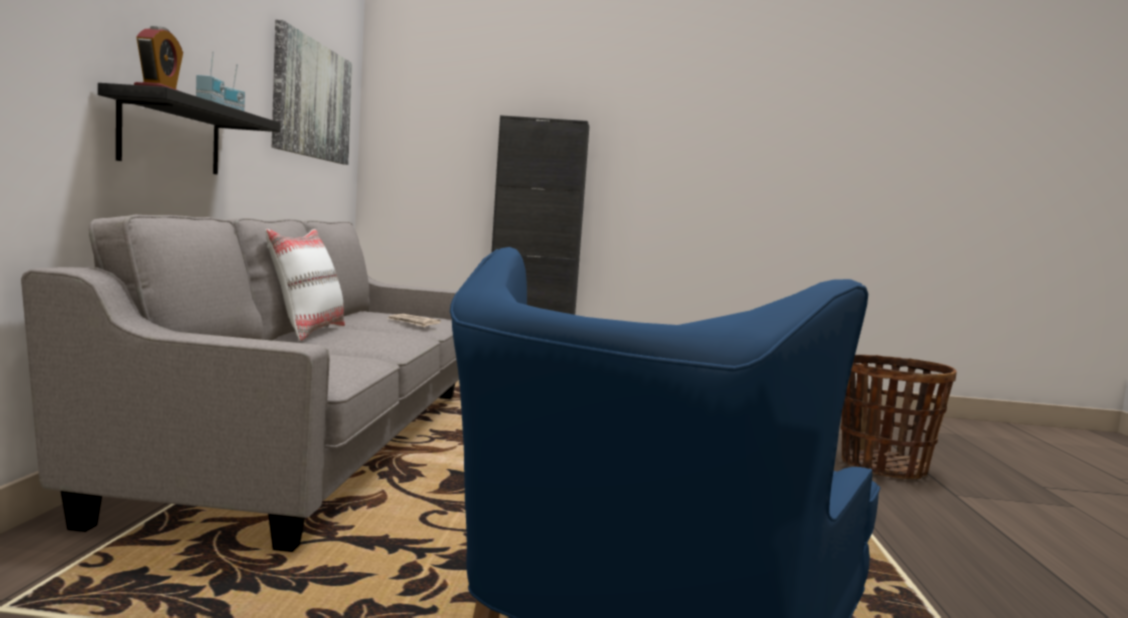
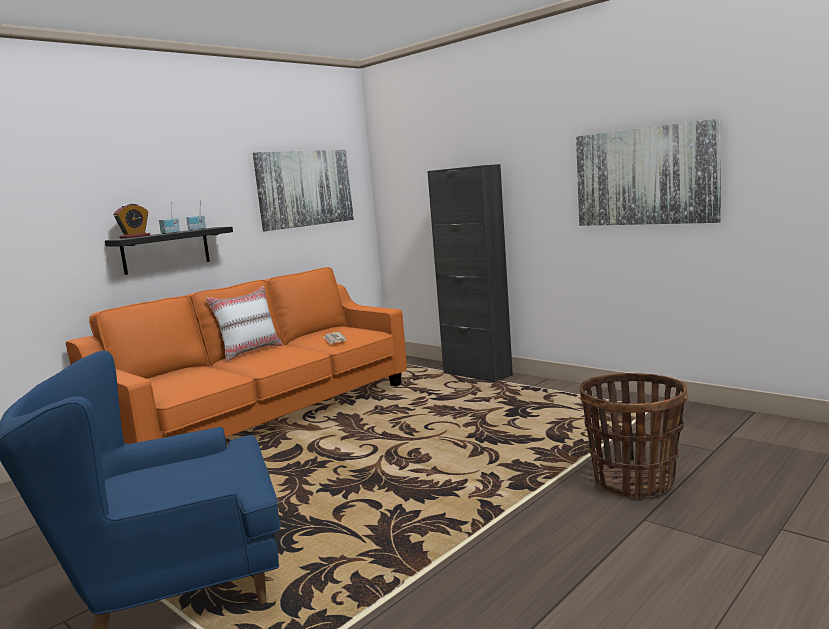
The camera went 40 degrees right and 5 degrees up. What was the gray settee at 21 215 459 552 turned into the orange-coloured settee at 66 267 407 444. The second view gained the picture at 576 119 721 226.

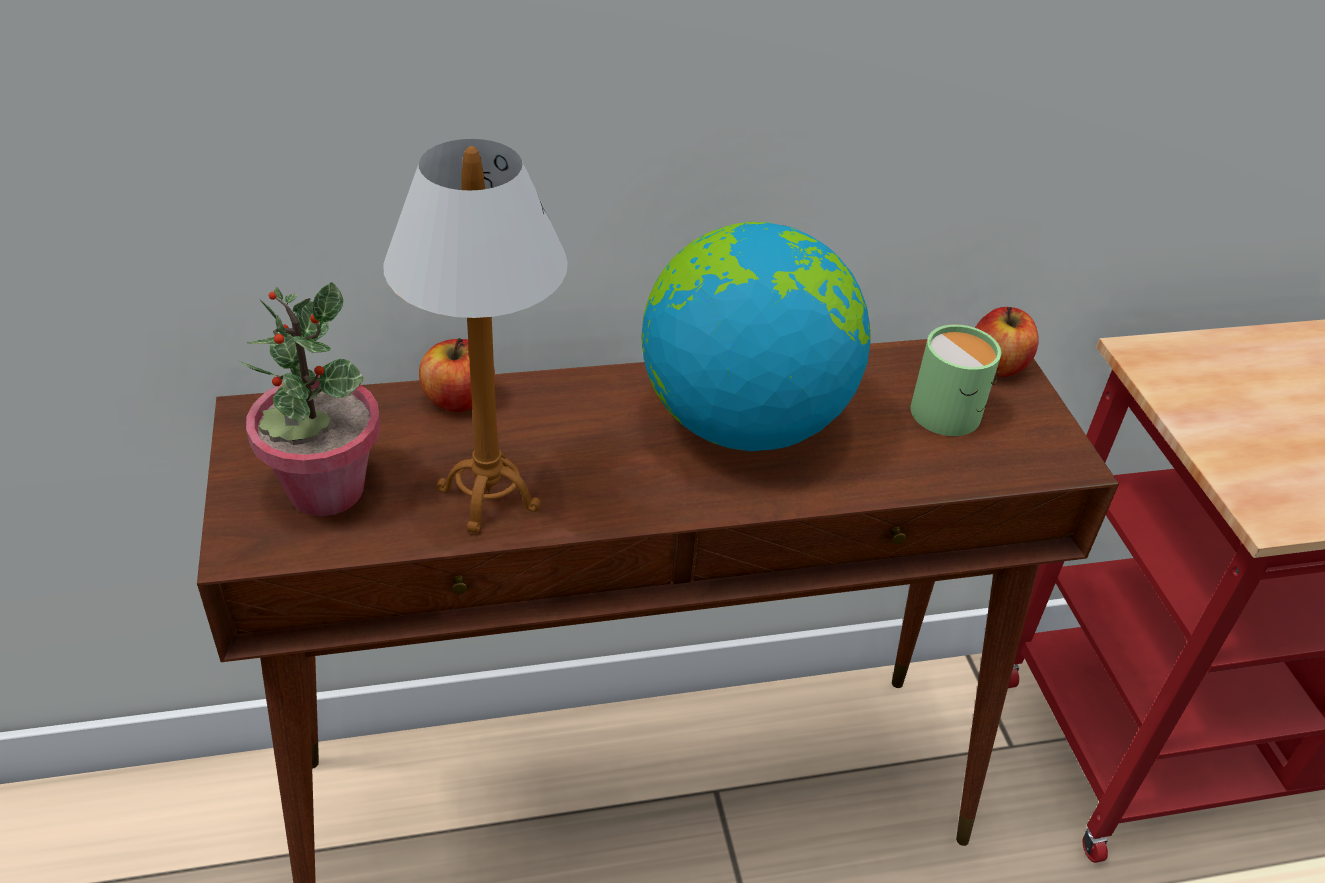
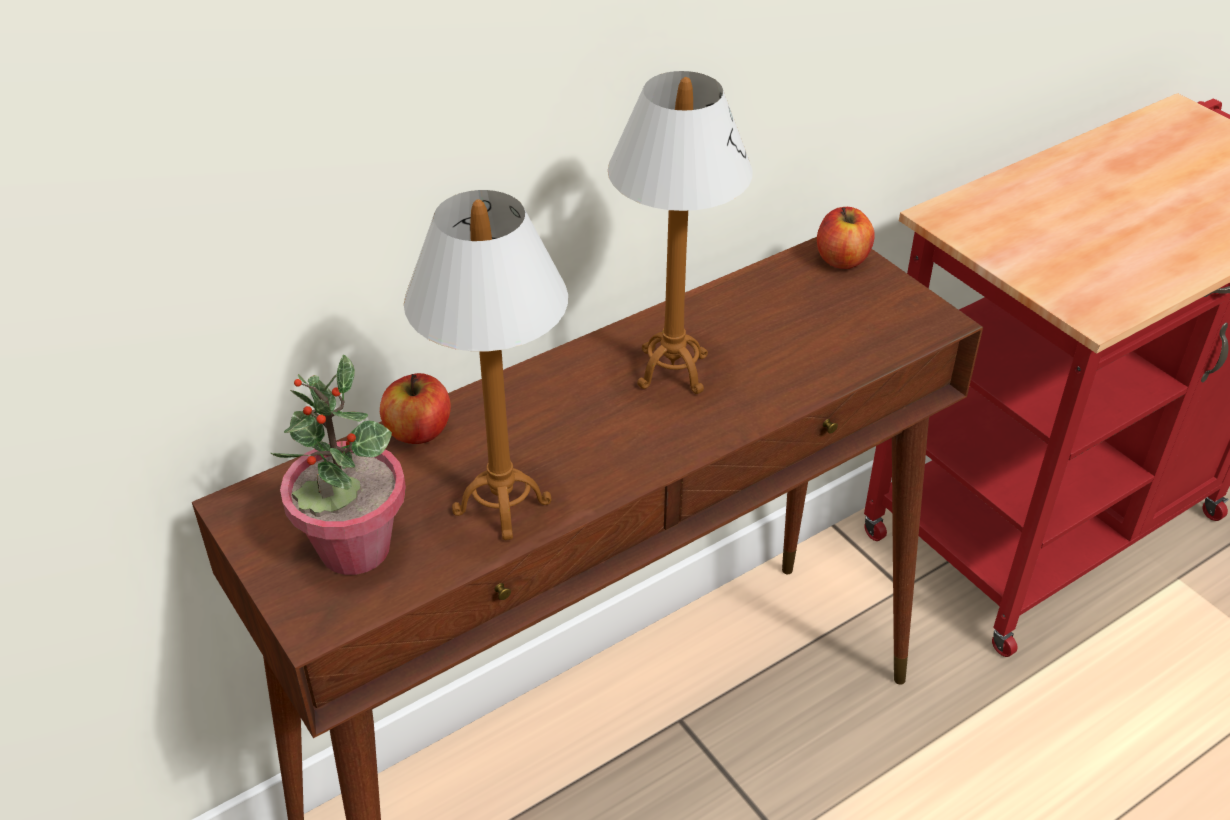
The camera went 20 degrees left and 0 degrees up. Where the world globe stood at 641 222 871 451, the tabletop lamp came to stand at 608 71 753 394. The second view lost the green tea mug at 911 324 1001 436.

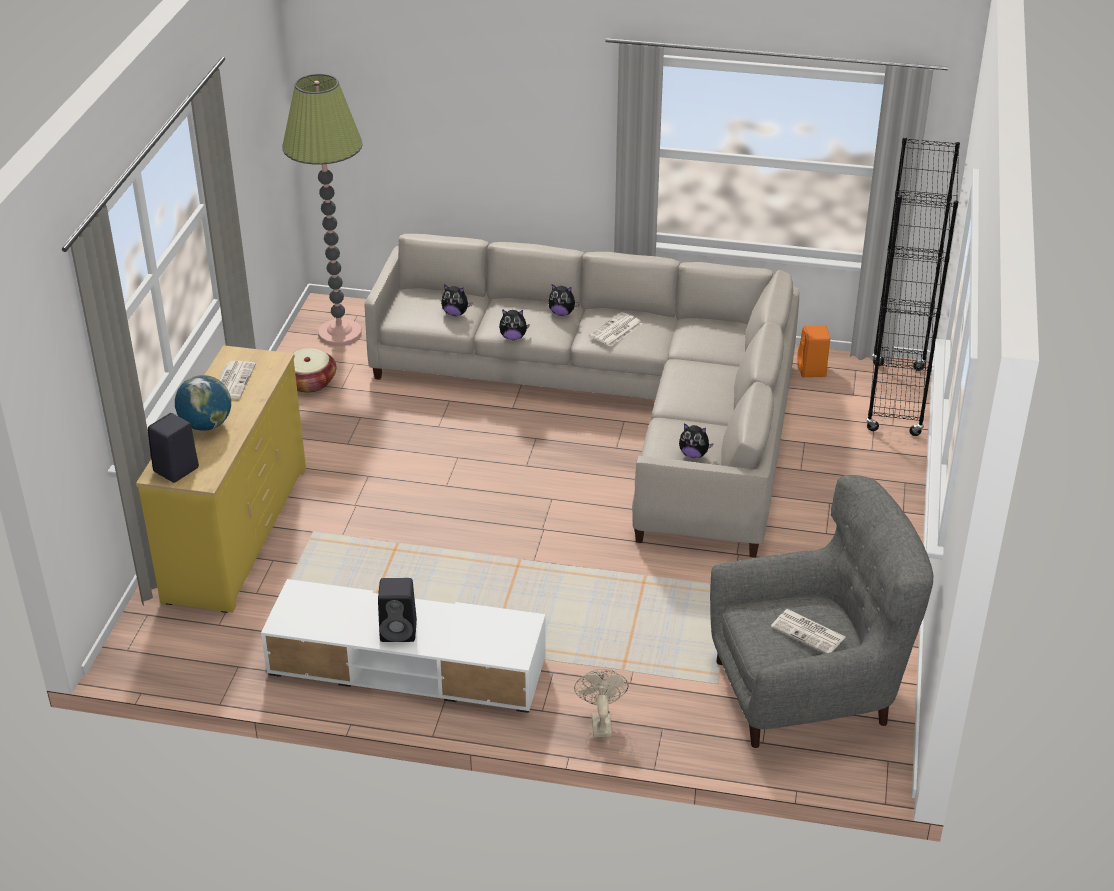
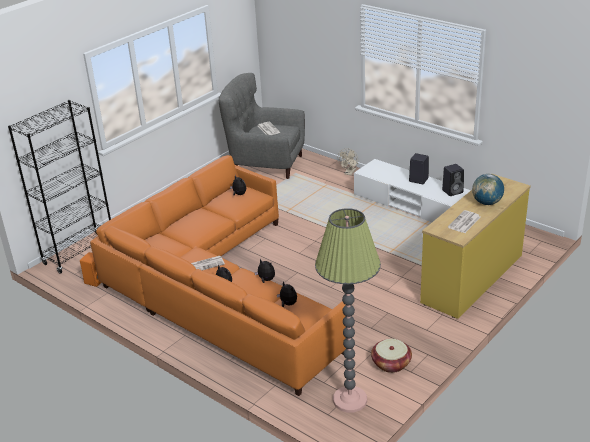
The camera went 150 degrees left and 5 degrees down. The black-coloured audio speaker ended up elsewhere, having gone from 148 413 199 483 to 442 164 464 196. What was the sand-coloured settee at 364 234 799 558 turned into the orange-coloured settee at 90 155 346 396.

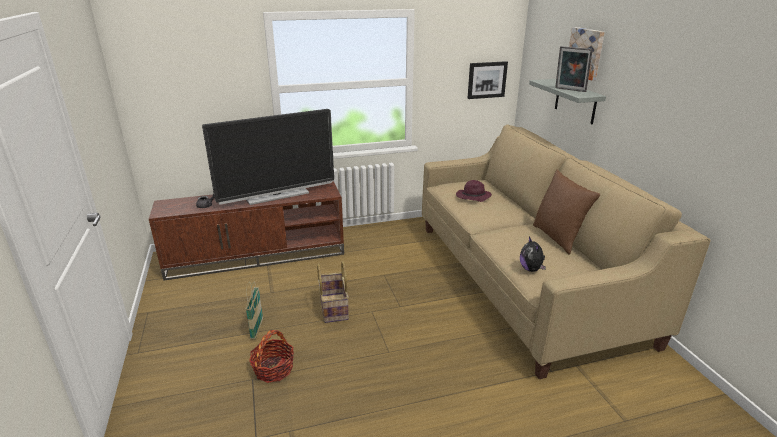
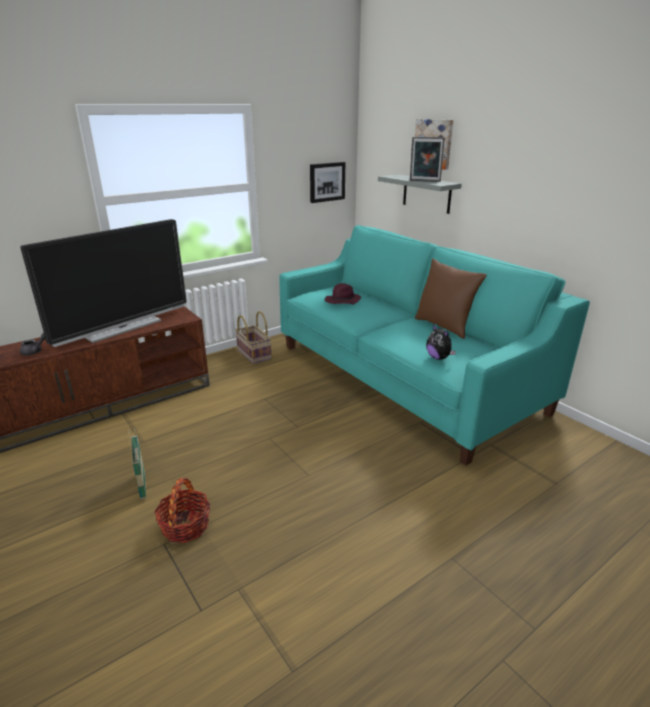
The camera went 20 degrees left and 0 degrees up. The basket ended up elsewhere, having gone from 317 261 349 323 to 235 311 272 364. What was the sand-coloured settee at 422 124 710 379 turned into the blue-green settee at 279 225 590 466.

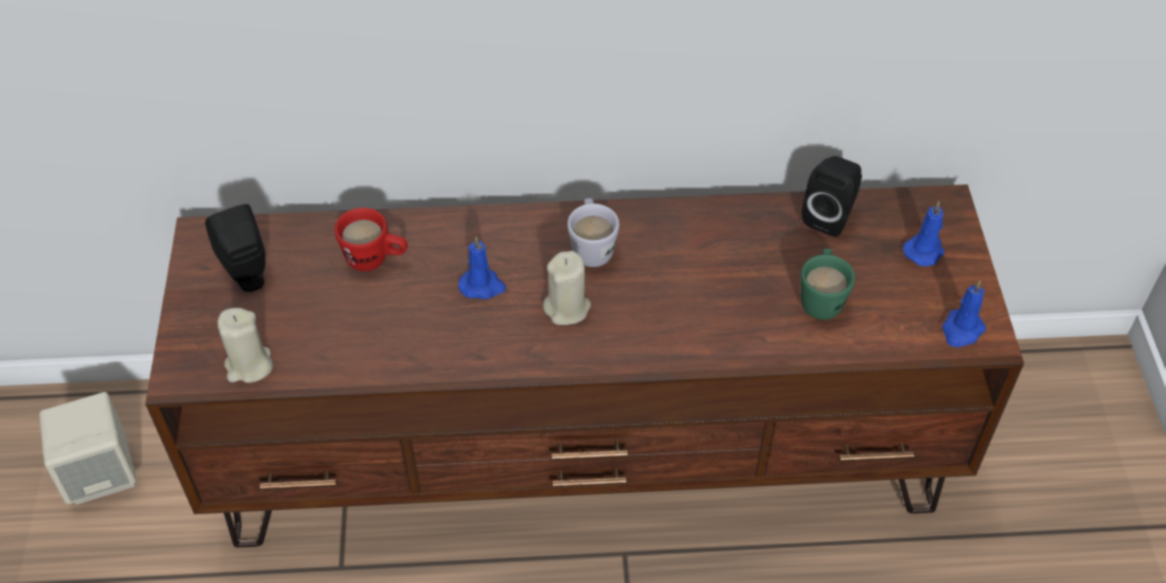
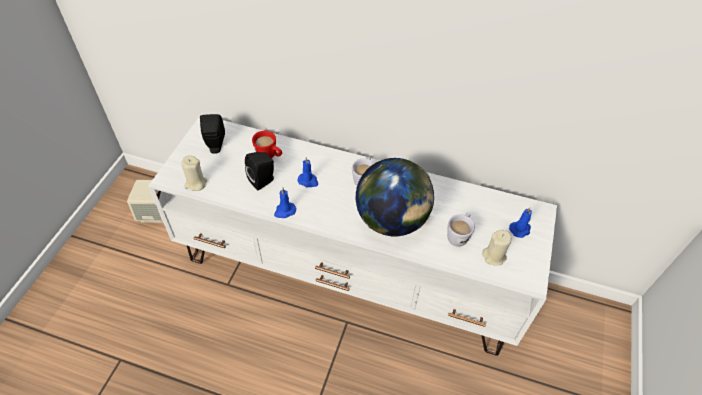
The camera went 20 degrees right and 0 degrees up. What was the brownish tv unit at 145 184 1024 548 turned into the white-coloured tv unit at 148 115 557 356. The sand-coloured wax candle ended up elsewhere, having gone from 543 251 591 325 to 482 230 512 266. What was the green tea mug at 801 248 855 320 turned into the white-coloured tea mug at 447 213 475 247. The black-coloured audio speaker ended up elsewhere, having gone from 802 156 862 237 to 245 152 274 191. The bluish wax candle ended up elsewhere, having gone from 942 280 986 347 to 274 188 296 218. The second view gained the world globe at 356 158 434 236.

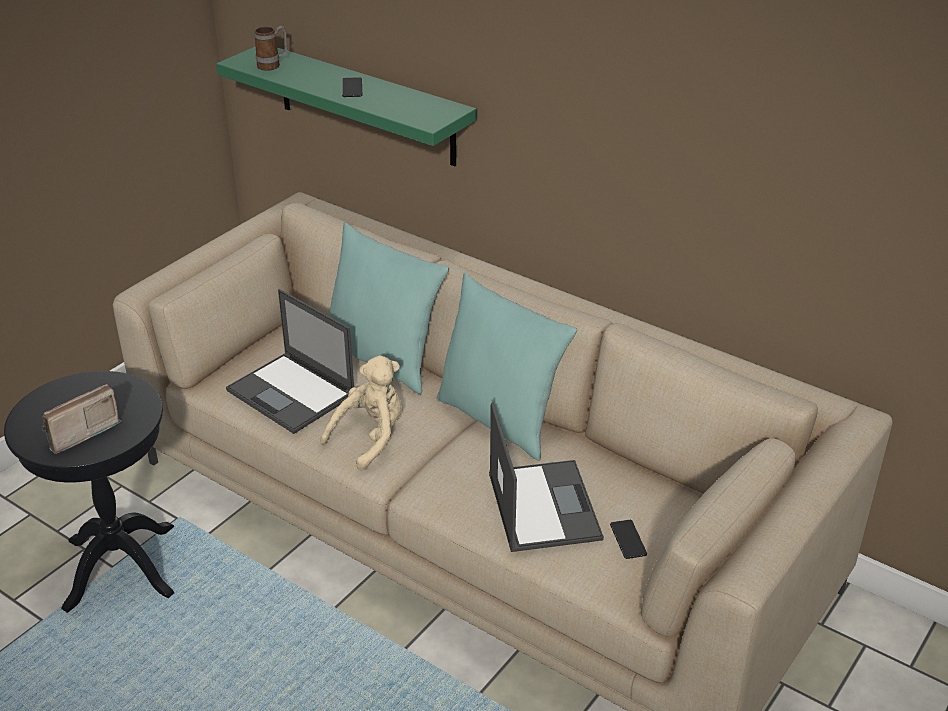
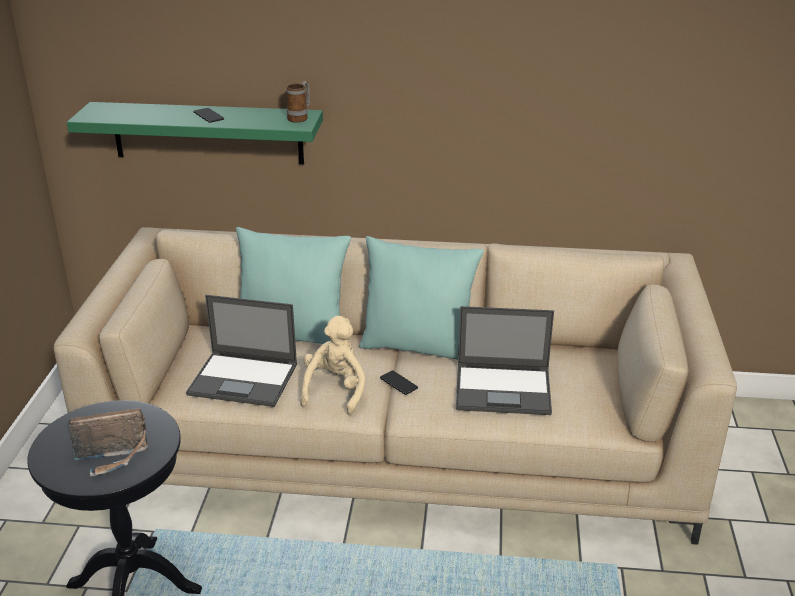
The camera went 30 degrees left and 5 degrees down. The radio set at 42 384 122 454 ended up facing another way, 120 degrees counterclockwise from before. The tea mug ended up elsewhere, having gone from 254 26 287 71 to 287 81 310 123. The notebook computer at 489 402 604 552 ended up facing another way, 135 degrees clockwise from before. The telephone ended up elsewhere, having gone from 610 520 647 559 to 380 370 418 395.

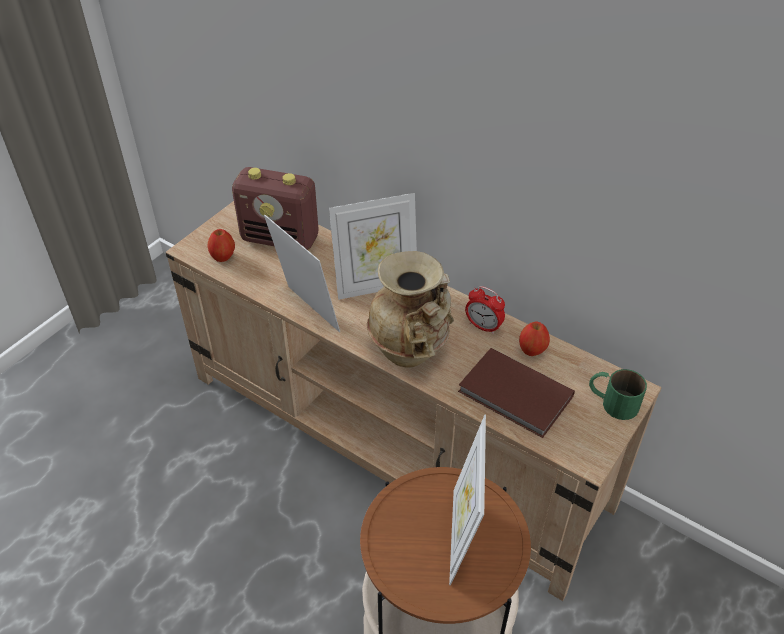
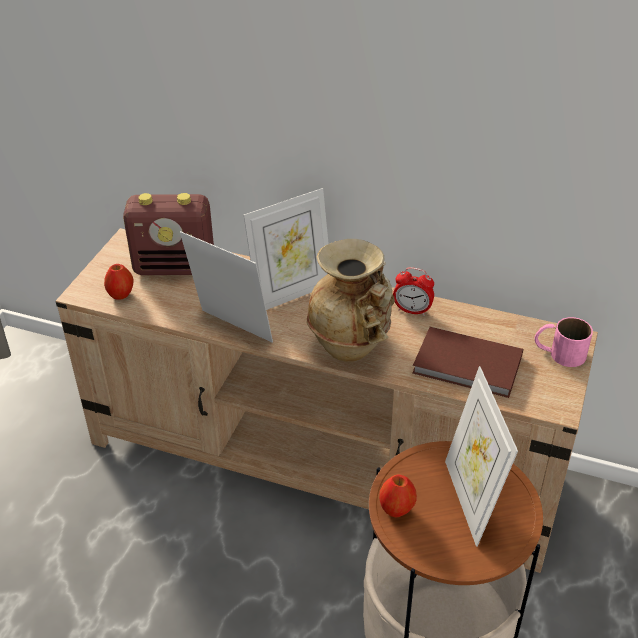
The camera went 15 degrees left and 5 degrees down. The whole apple ended up elsewhere, having gone from 519 322 550 356 to 379 474 417 518. What was the green tea mug at 589 369 647 420 turned into the pink-coloured tea mug at 535 317 593 367.

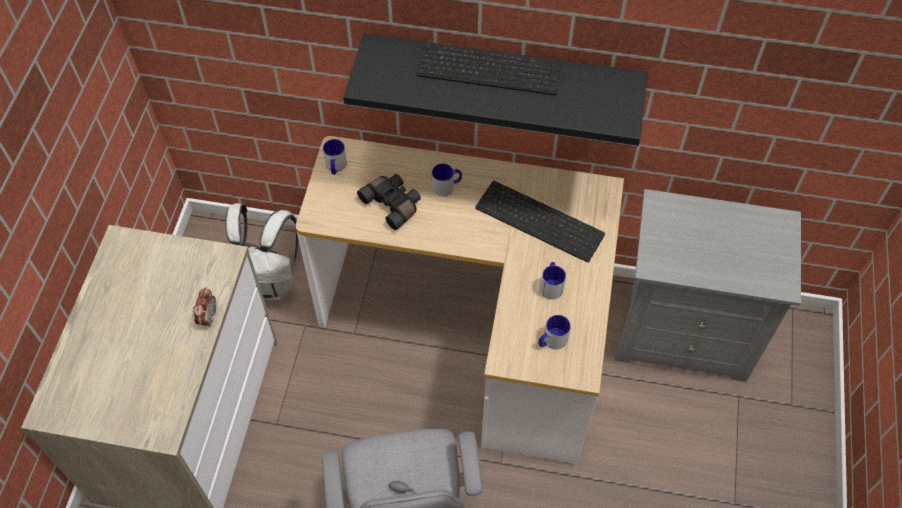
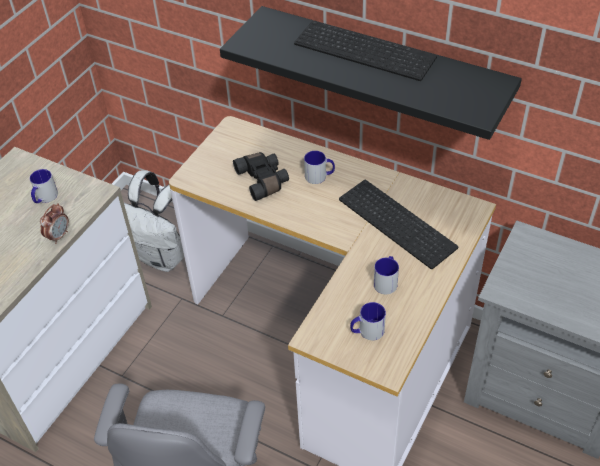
The camera went 20 degrees right and 10 degrees down. The tea mug ended up elsewhere, having gone from 323 139 347 174 to 30 169 58 203.

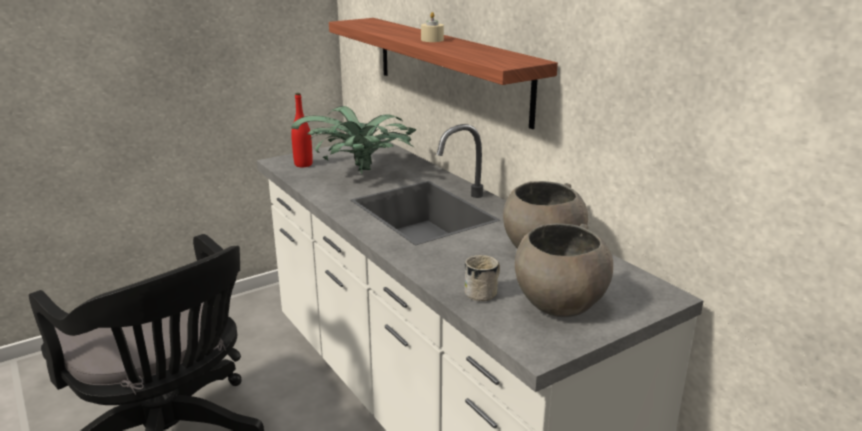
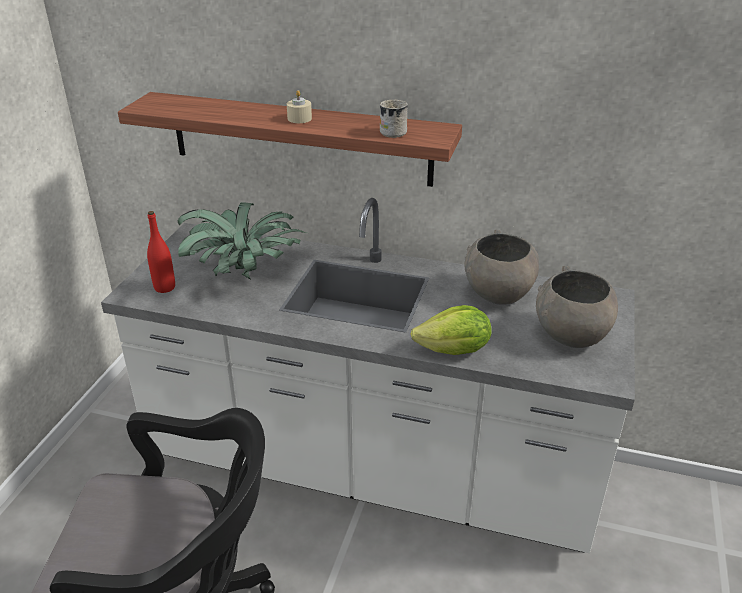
The camera went 40 degrees left and 10 degrees up. The white-coloured tea mug ended up elsewhere, having gone from 464 255 500 301 to 380 100 408 138. The second view gained the lettuce head at 411 305 492 355.

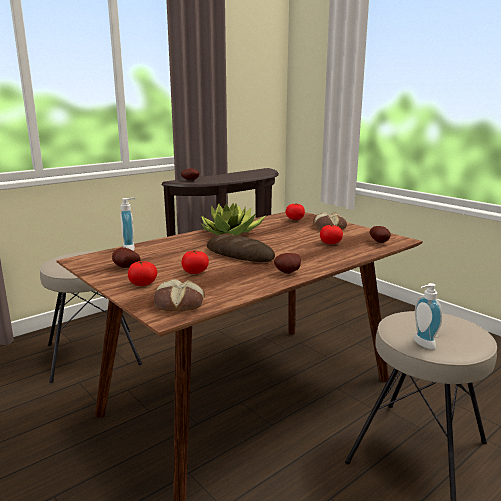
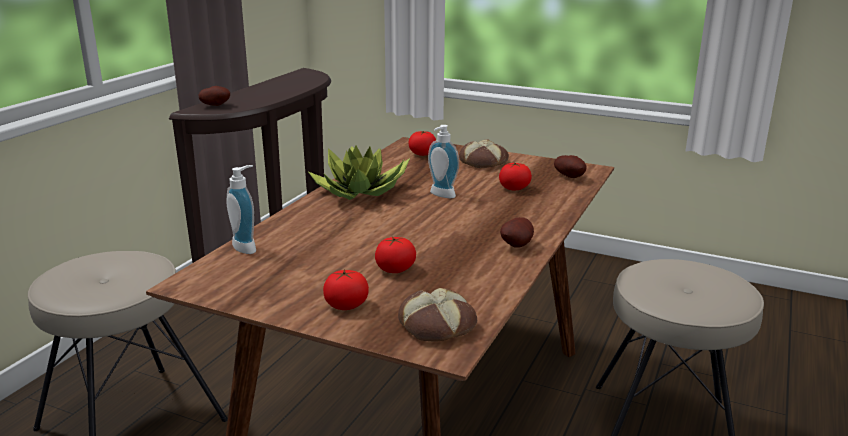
The camera went 25 degrees left and 5 degrees up. The second view lost the spud at 112 247 141 268. The second view lost the bakery bread at 207 235 275 262. The soap bottle ended up elsewhere, having gone from 414 283 442 350 to 428 125 459 198.

